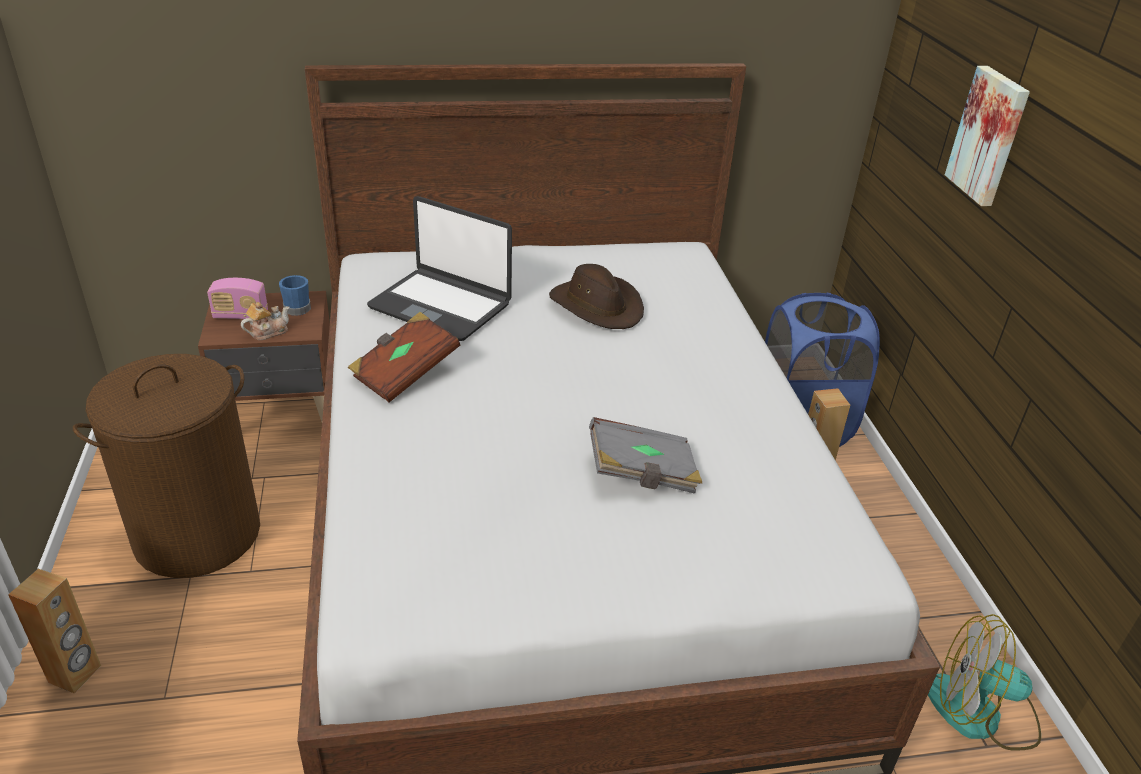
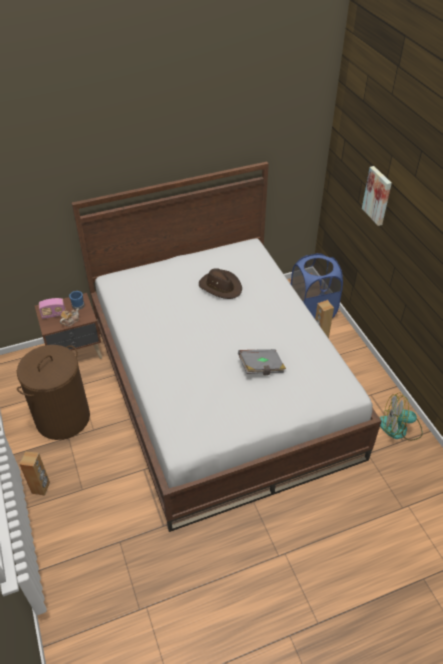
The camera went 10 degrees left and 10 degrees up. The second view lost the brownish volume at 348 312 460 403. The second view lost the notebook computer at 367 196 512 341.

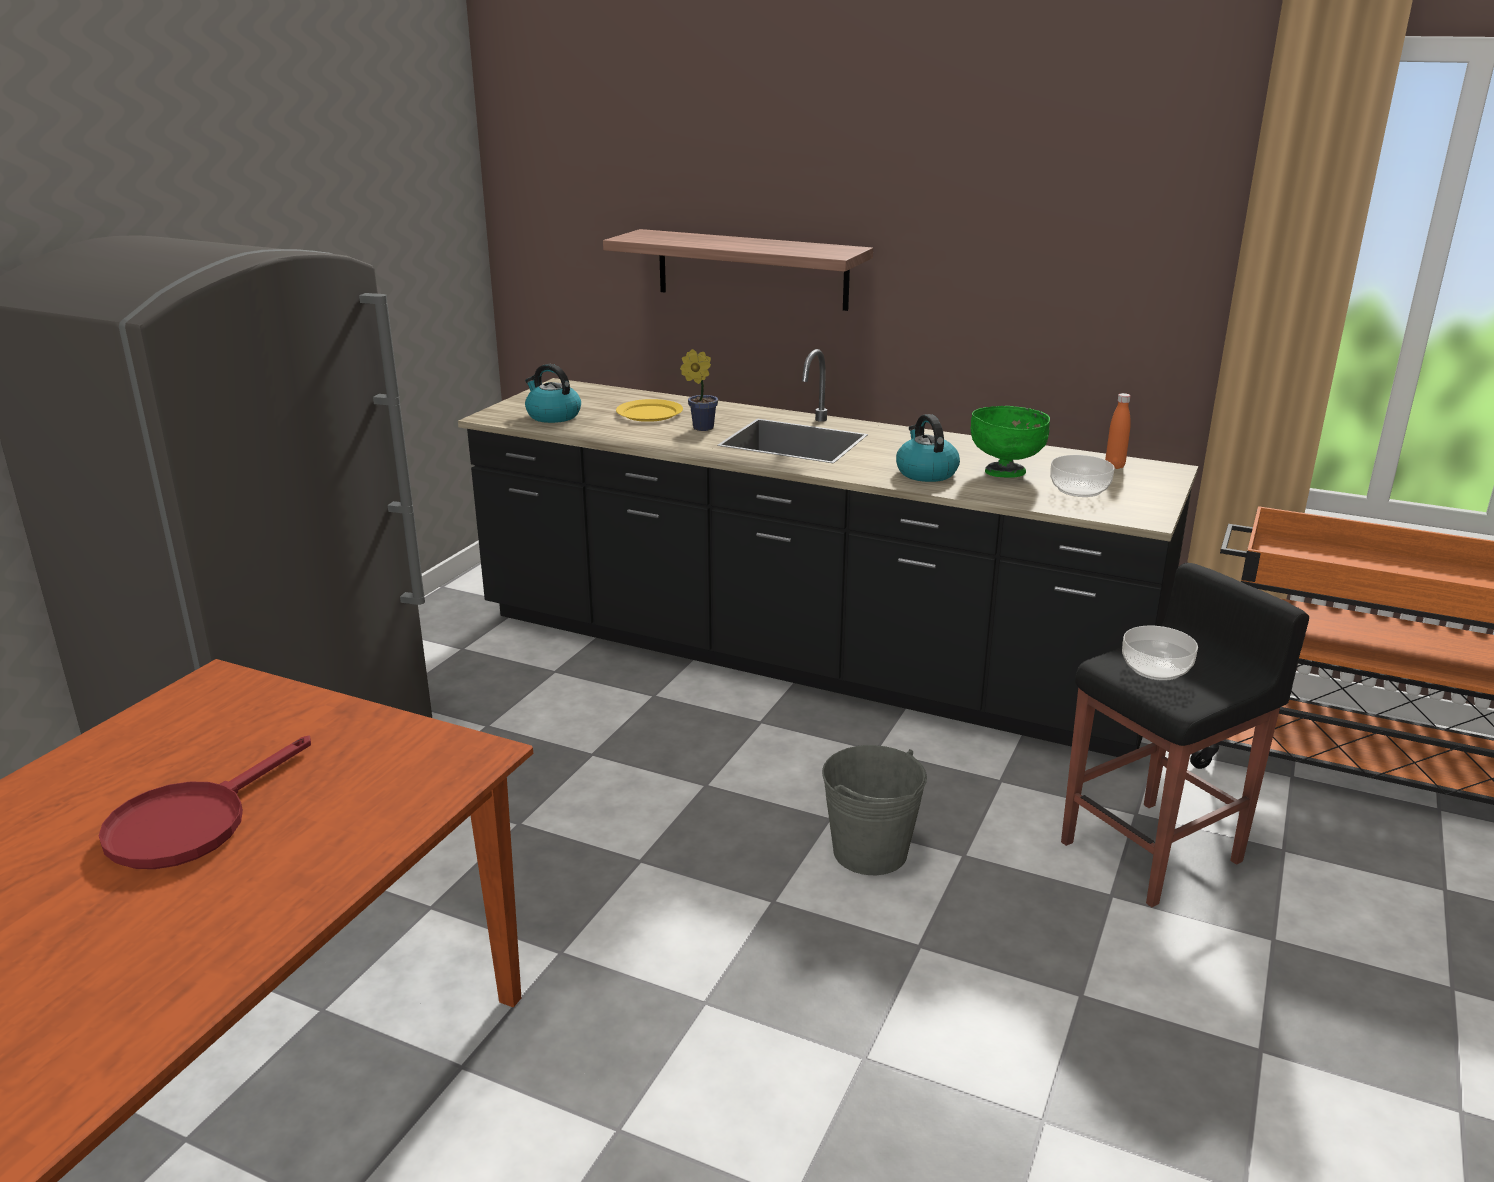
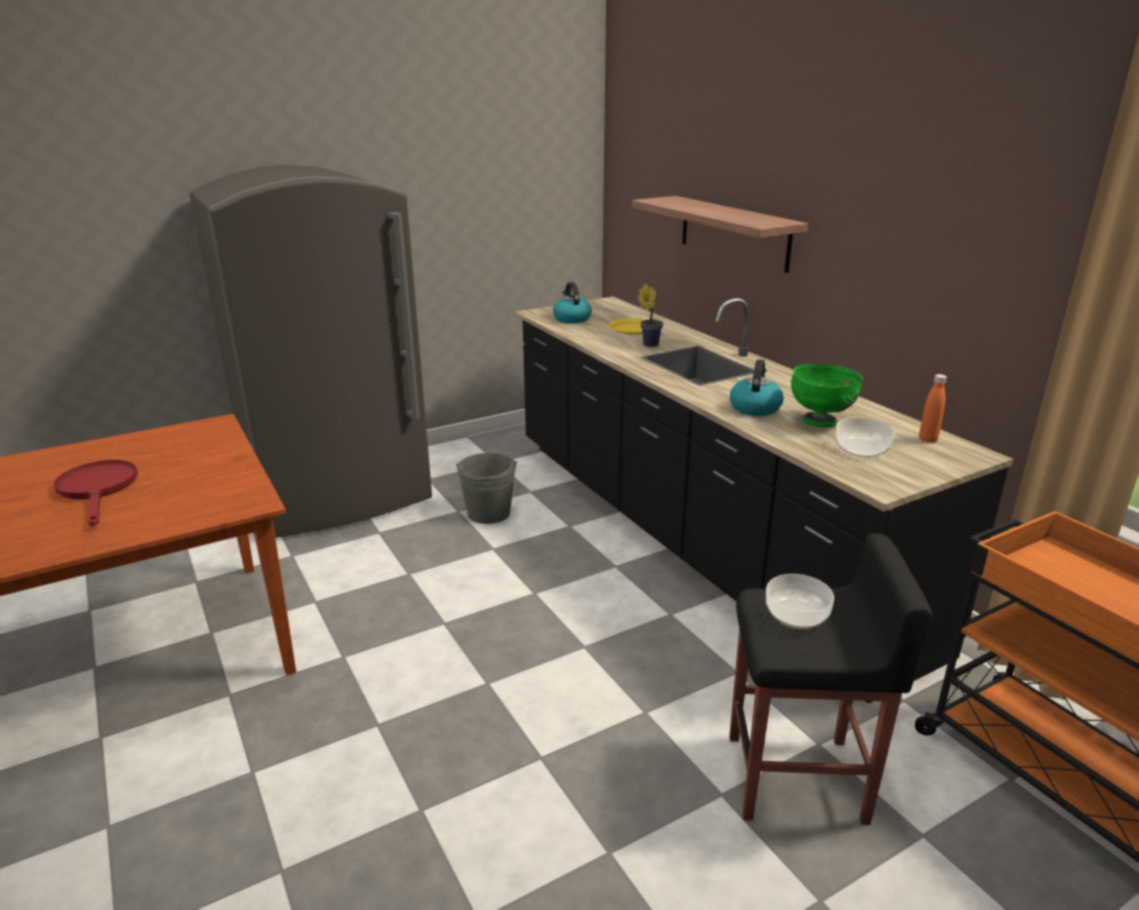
The camera went 35 degrees right and 0 degrees up. The reddish skillet at 99 735 311 869 ended up facing another way, 90 degrees clockwise from before. The gray bucket ended up elsewhere, having gone from 822 745 927 875 to 456 453 517 524.

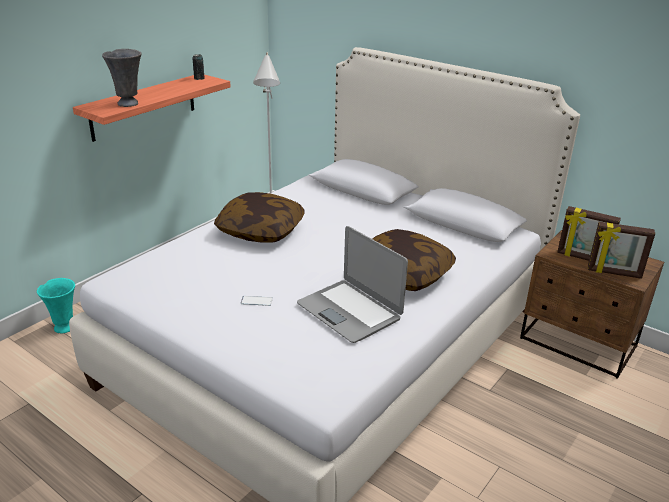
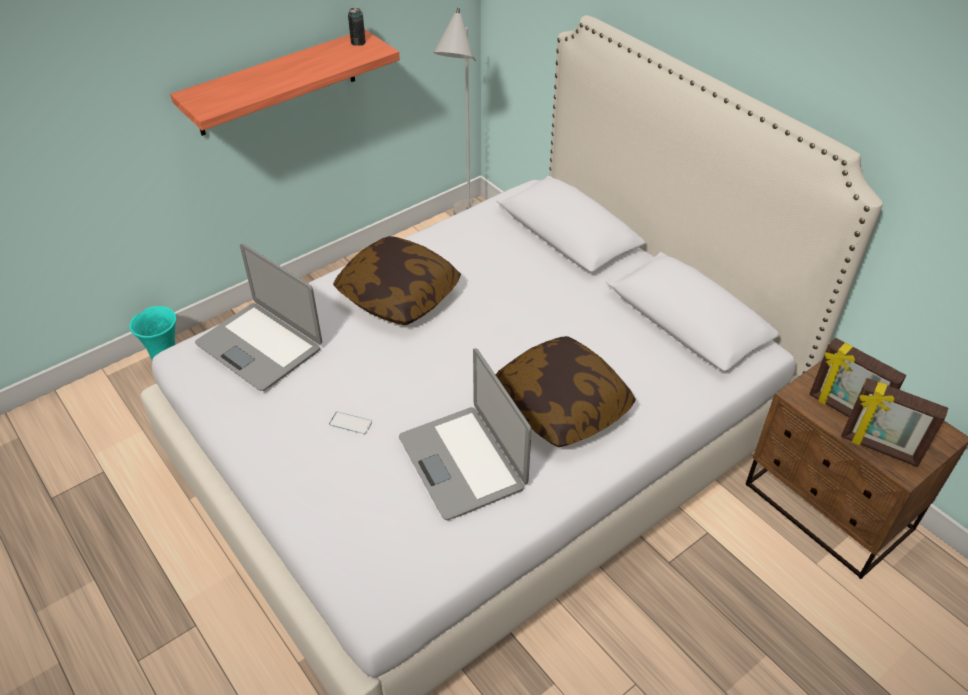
The camera went 15 degrees right and 15 degrees up. The second view lost the gray decorative vase at 102 49 141 107. The second view gained the notebook computer at 195 243 322 391.

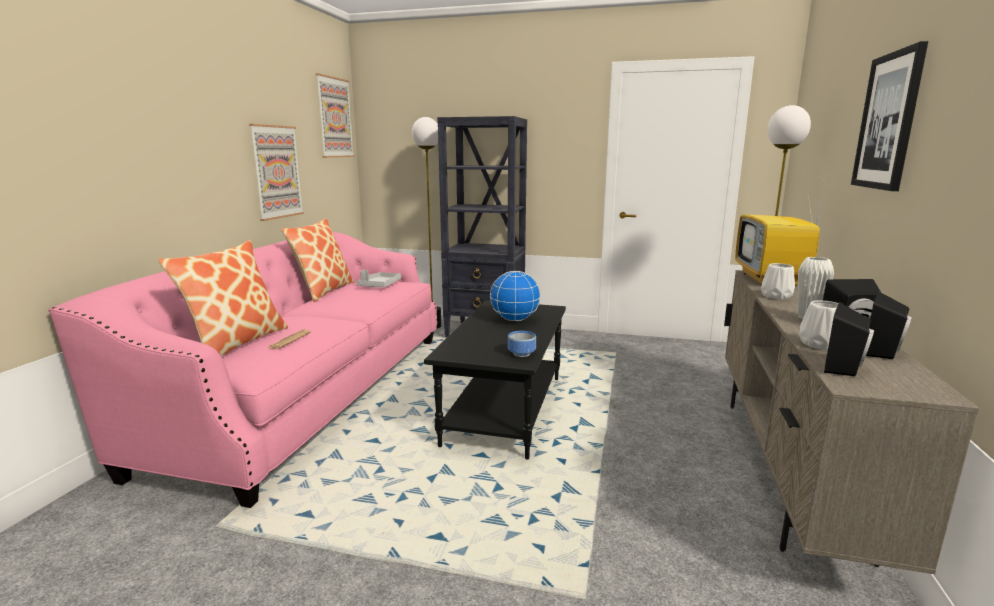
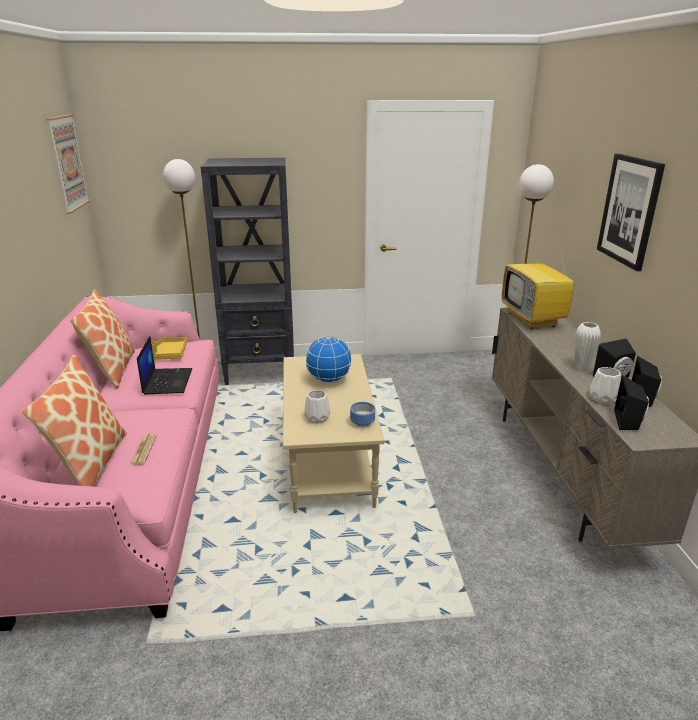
The camera went 20 degrees left and 10 degrees up. The second view lost the picture at 249 124 304 221. What was the gray carrying tray at 357 270 401 287 turned into the yellow carrying tray at 151 337 187 360. What was the black-coloured coffee table at 424 301 566 459 turned into the sand-coloured coffee table at 283 354 384 513. The white-coloured decorative vase ended up elsewhere, having gone from 761 263 795 300 to 304 390 330 424. The second view gained the notebook computer at 137 336 192 394.

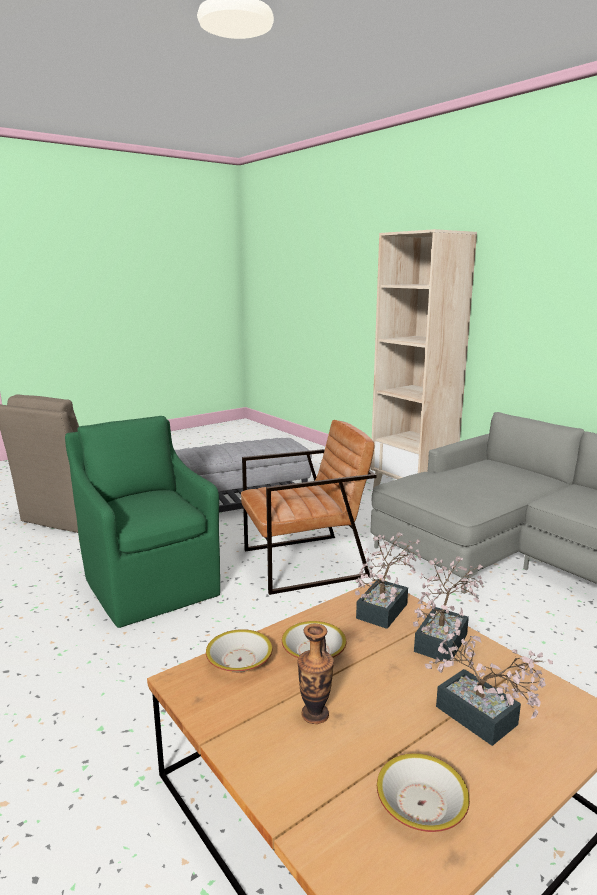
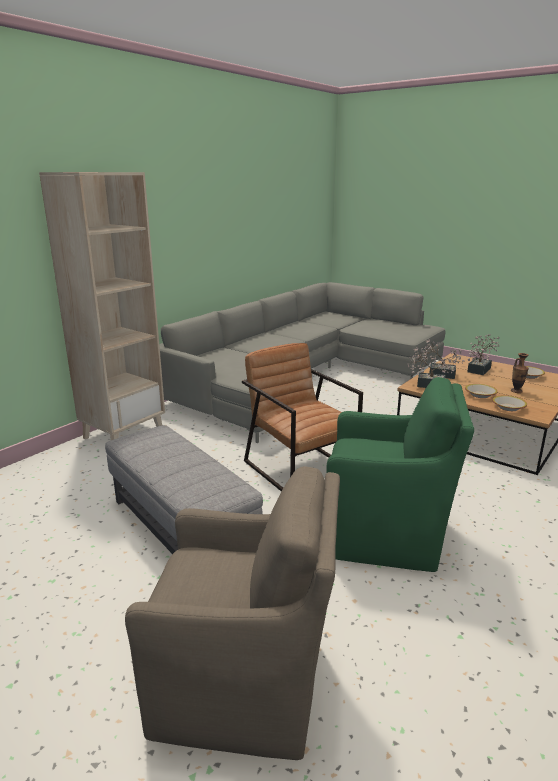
The camera went 105 degrees left and 5 degrees up. The green armchair at 65 416 220 628 ended up facing another way, 120 degrees counterclockwise from before.

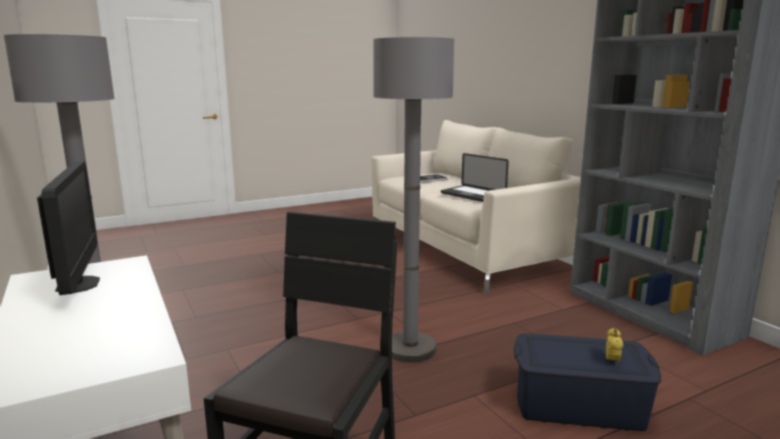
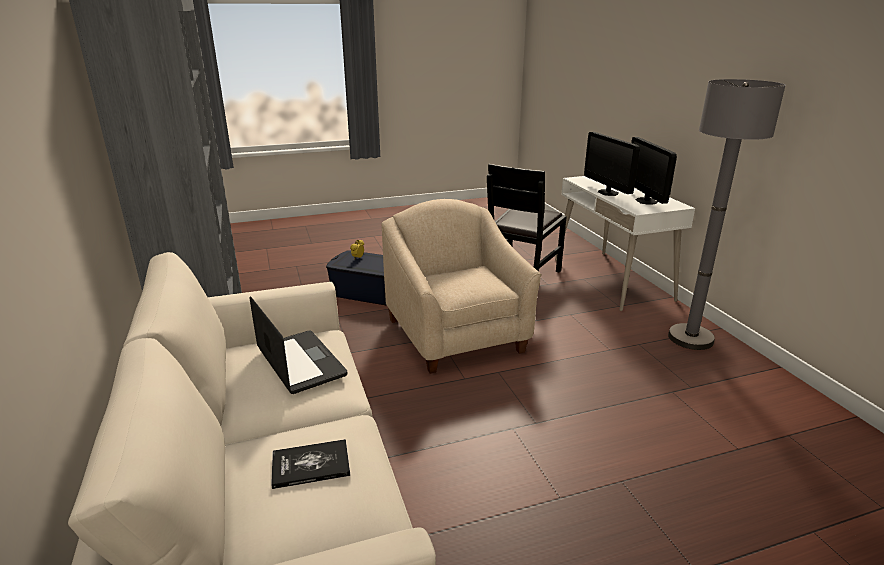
The camera went 170 degrees left and 10 degrees up. Where the gray standing lamp stood at 373 37 454 363, the sand-coloured armchair came to stand at 381 199 542 374. The second view gained the monitor at 584 132 640 196.

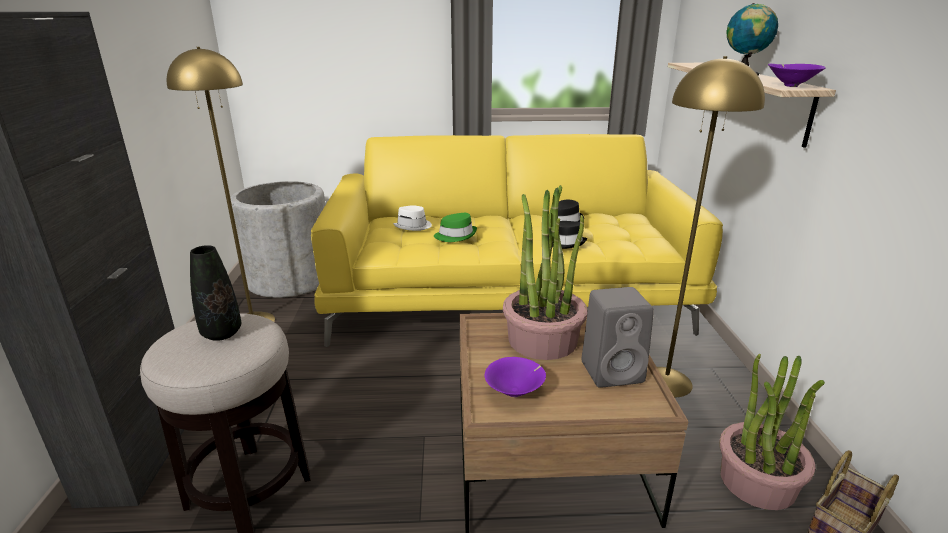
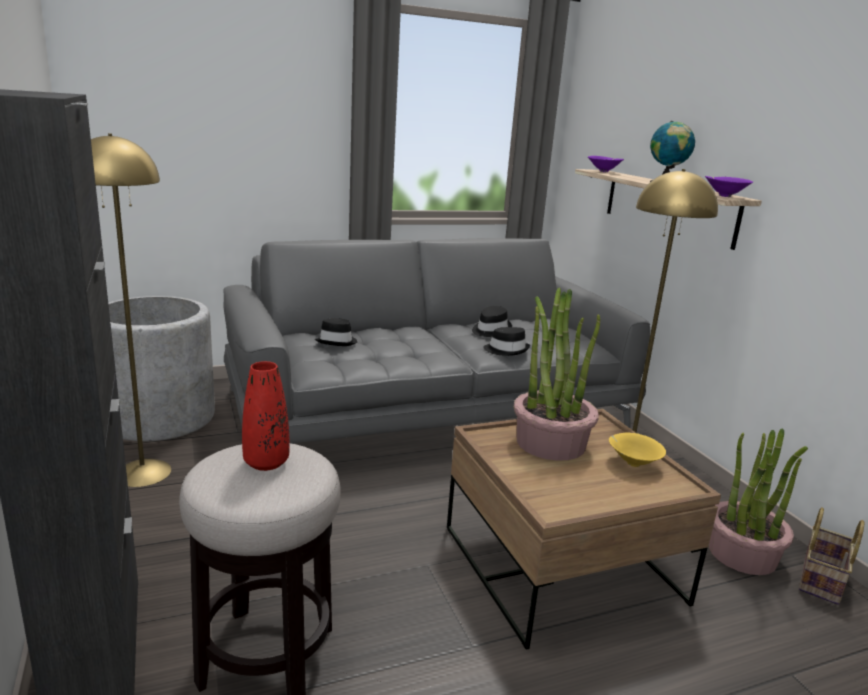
The camera went 20 degrees left and 5 degrees down. What was the black-coloured decorative vase at 190 245 241 341 turned into the reddish decorative vase at 242 361 290 471. What was the yellow settee at 311 134 723 347 turned into the gray settee at 223 238 650 444. What was the white-coloured hat at 393 206 432 231 turned into the black-coloured hat at 315 318 357 346. The second view lost the green hat at 434 213 477 242. The purplish bowl ended up elsewhere, having gone from 484 357 546 397 to 588 156 624 172. Where the gray audio speaker stood at 582 287 654 388, the yellow bowl came to stand at 609 433 666 467.

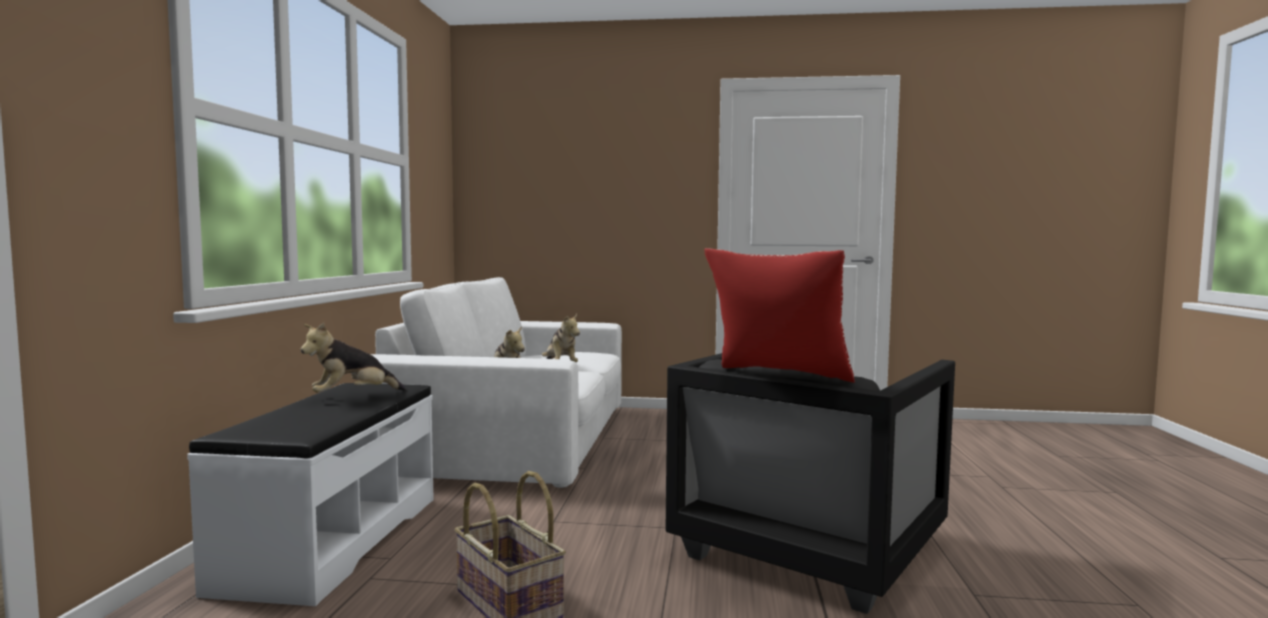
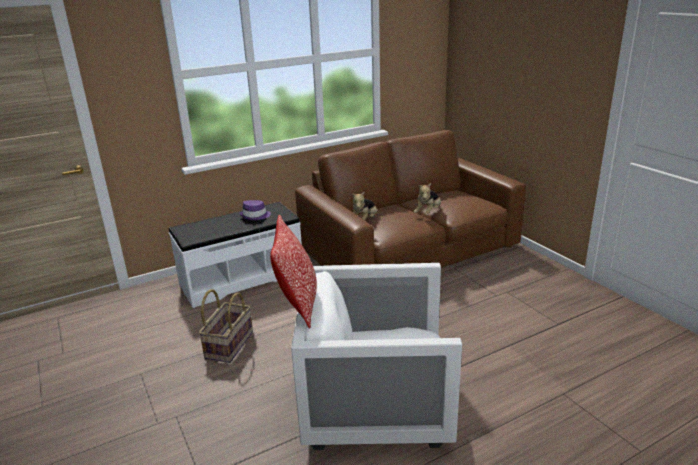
The camera went 55 degrees right and 20 degrees up. Where the plush toy stood at 300 323 406 393, the purplish hat came to stand at 239 200 271 220. What was the white-coloured settee at 370 277 622 488 turned into the brownish settee at 295 130 526 268. What was the black-coloured armchair at 666 353 955 614 turned into the white-coloured armchair at 291 263 462 450.

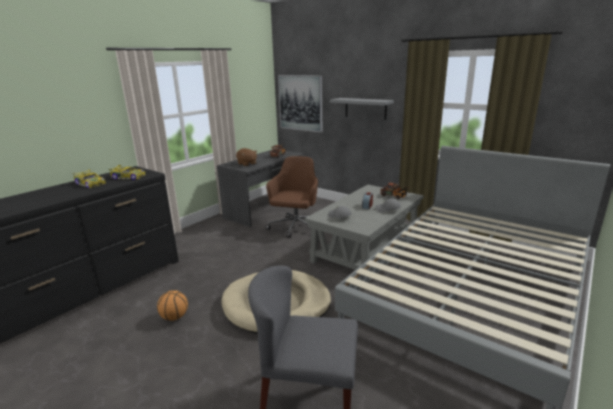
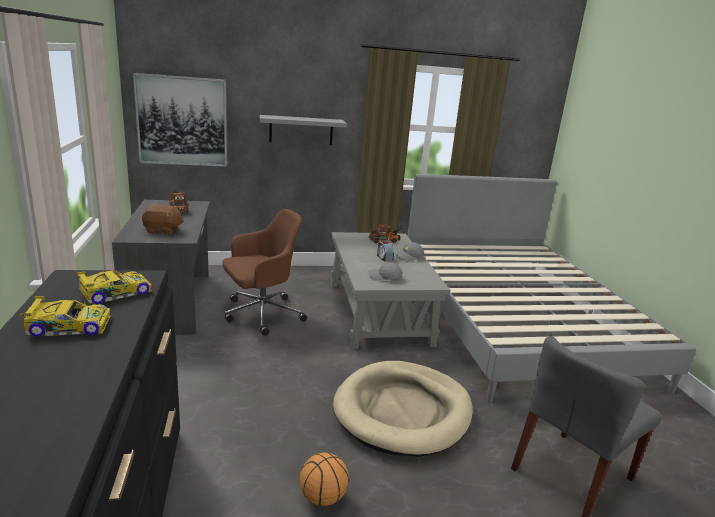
The camera went 50 degrees left and 0 degrees up. The brownish office chair at 266 156 318 238 ended up facing another way, 90 degrees clockwise from before.

